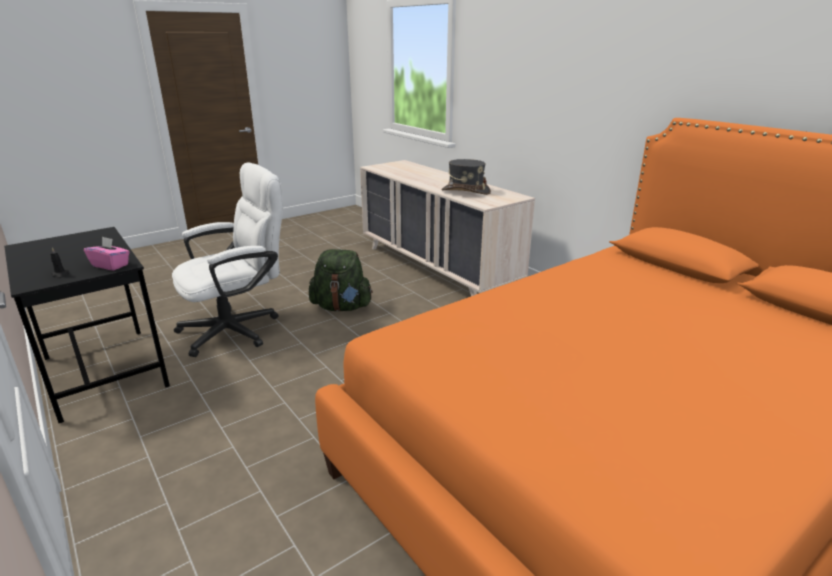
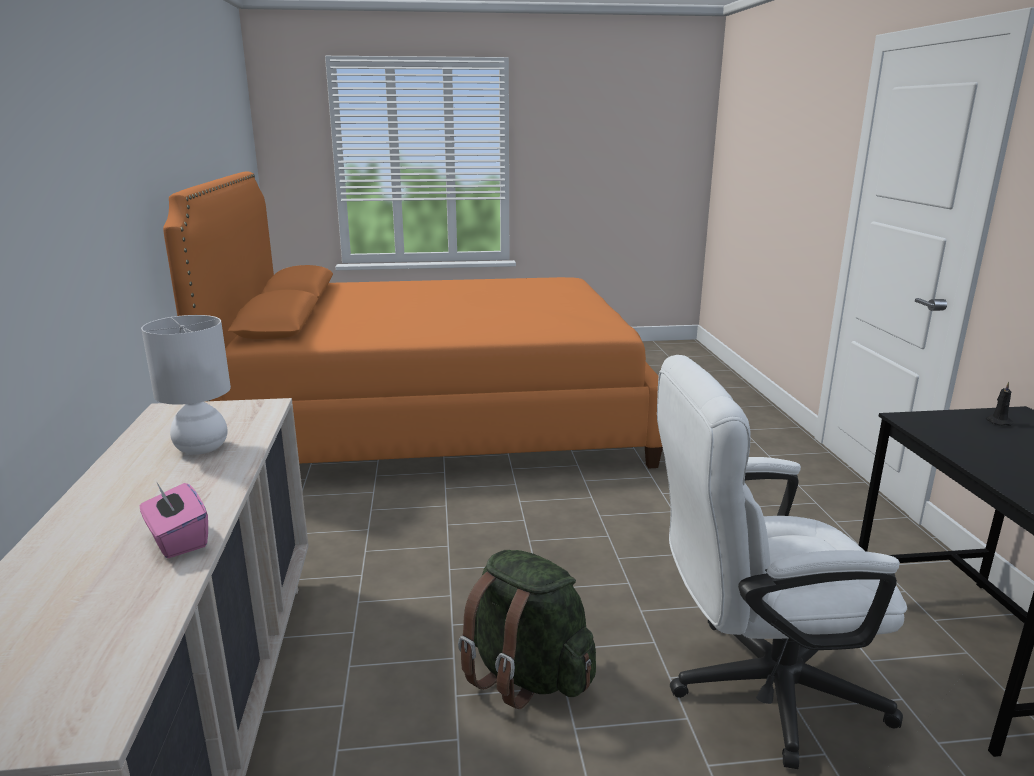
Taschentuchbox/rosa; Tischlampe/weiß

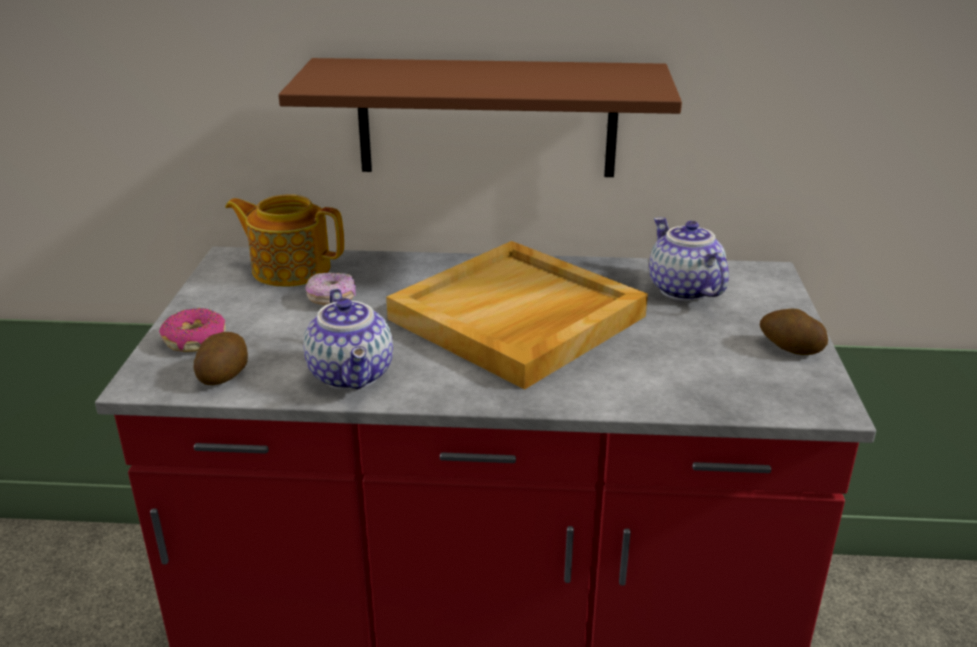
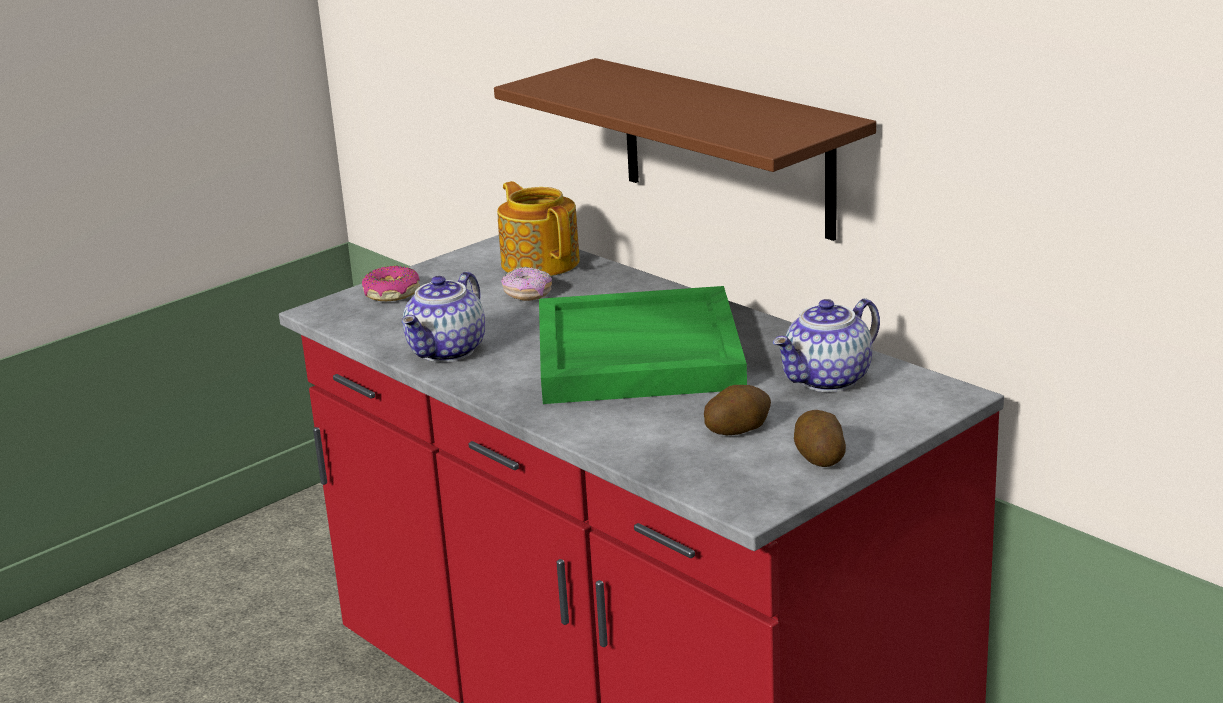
Kartoffel (1st from left); Tablett/grün; Teekanne (3rd from left)

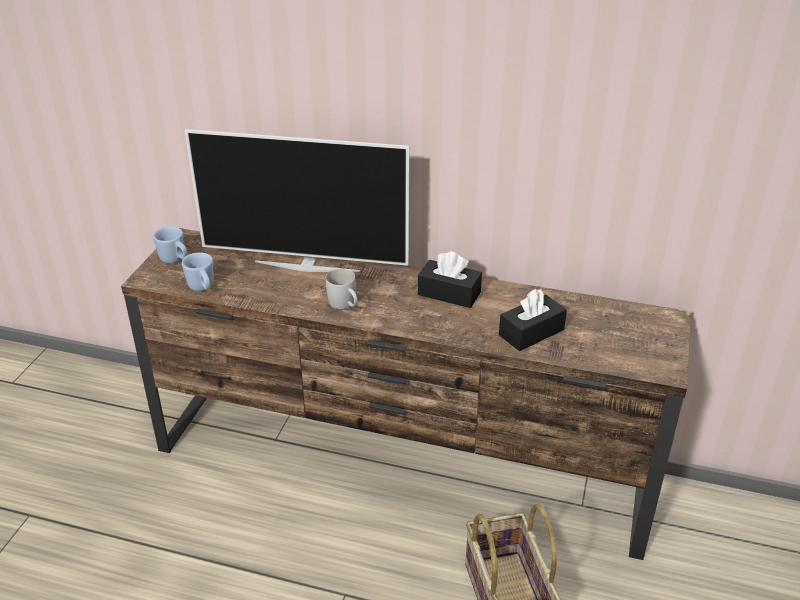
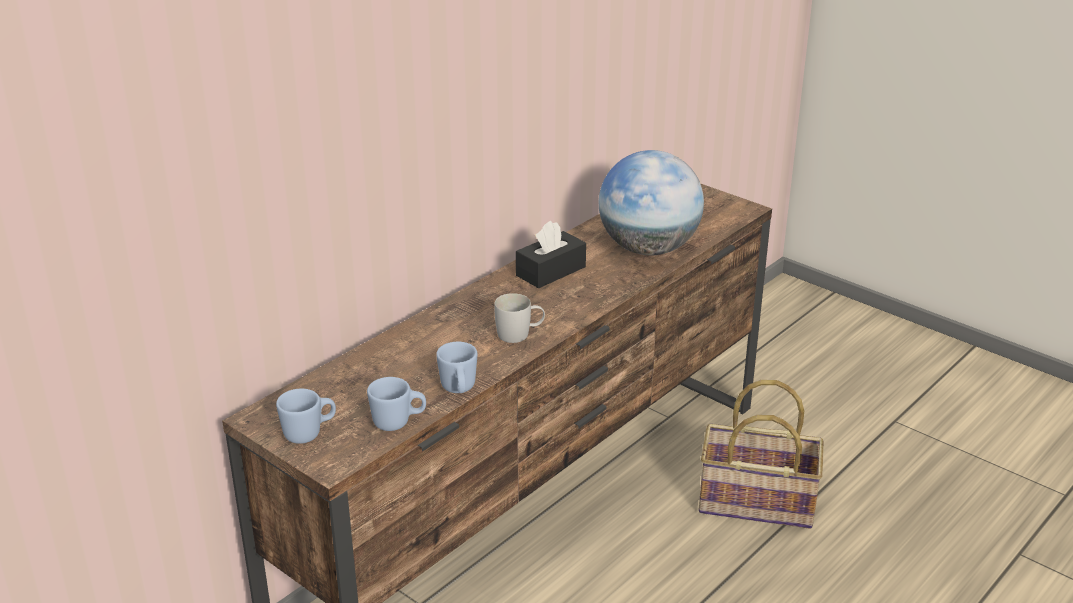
Fernseher; Henkelbecher/blau (3rd from left); Globus

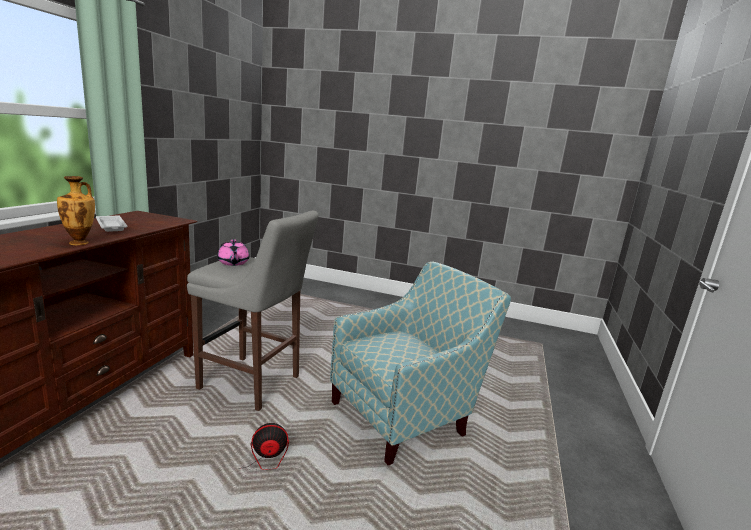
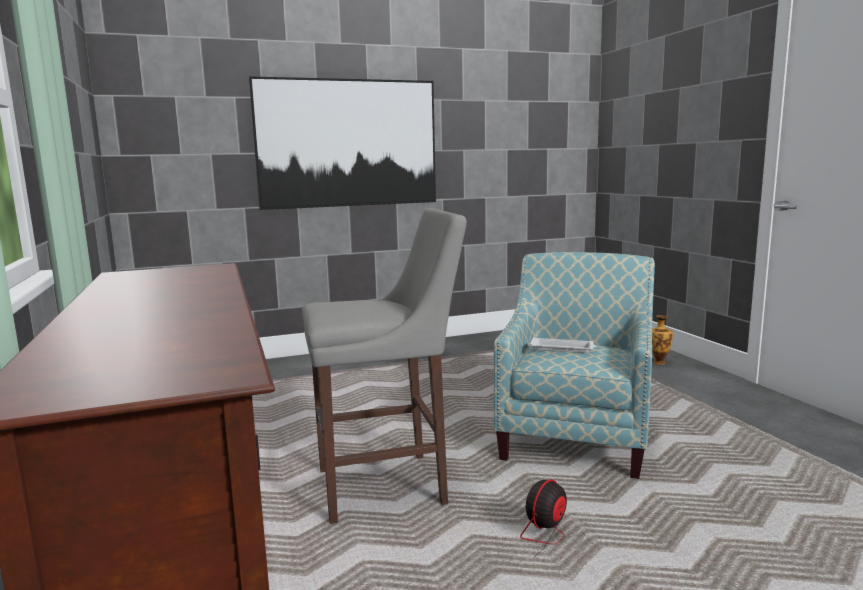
Teekanne/rosa; Bild; Vase; Tablett/weiß

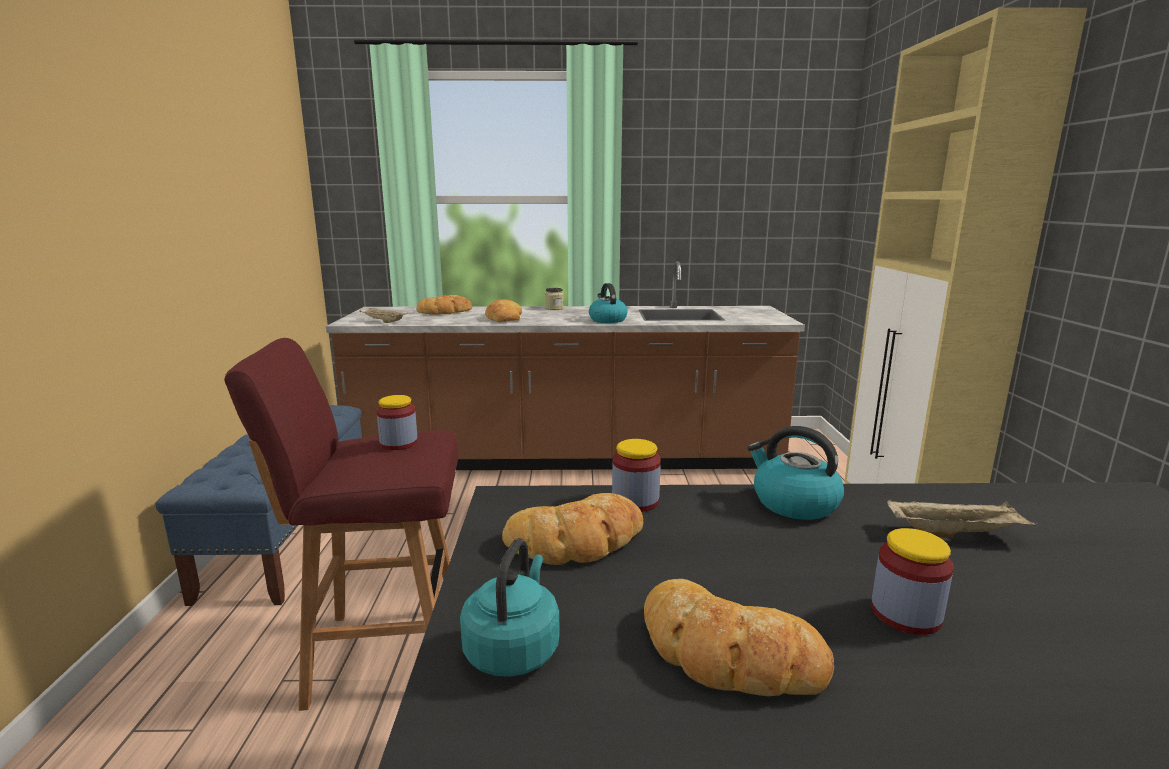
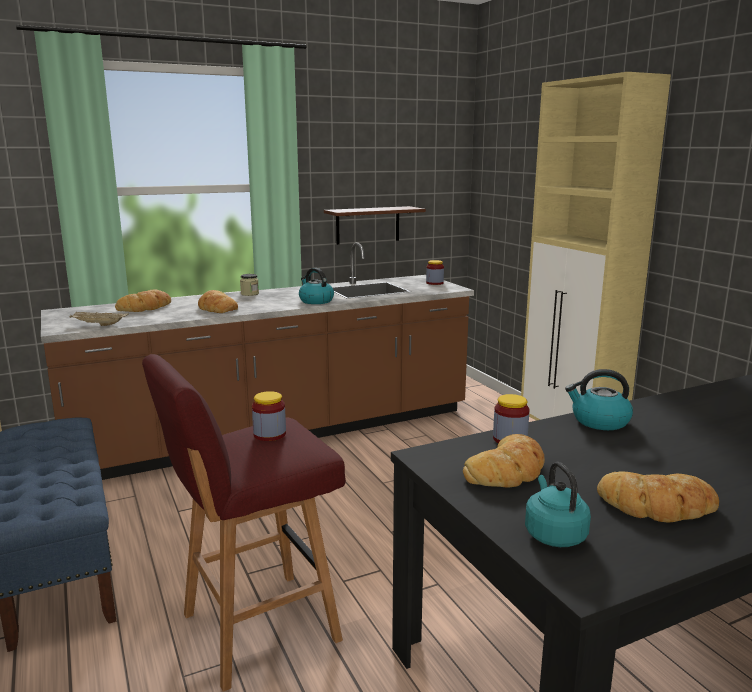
Tablett/beige (2nd from left in the first image); Wandregal; Vorratsglas (3rd from left)

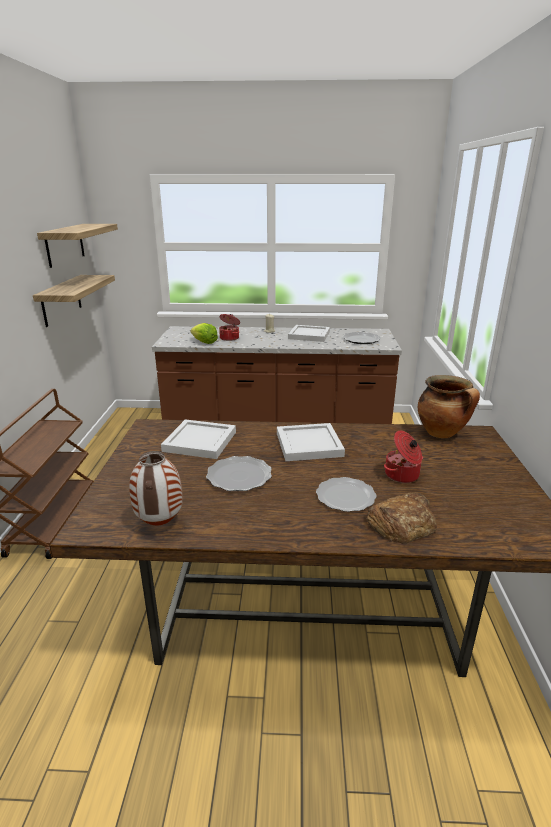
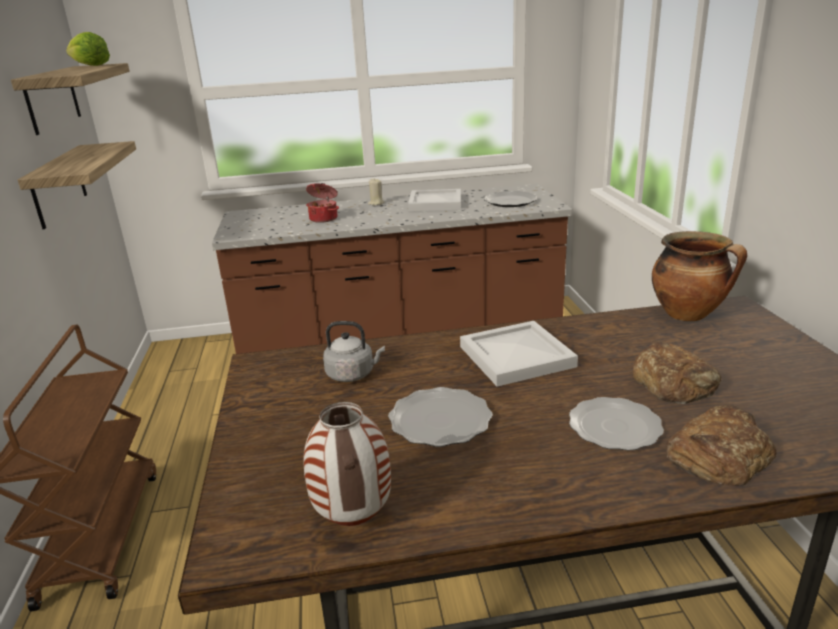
Salatkopf; Wasserkessel/grau; Brot (1st from left)

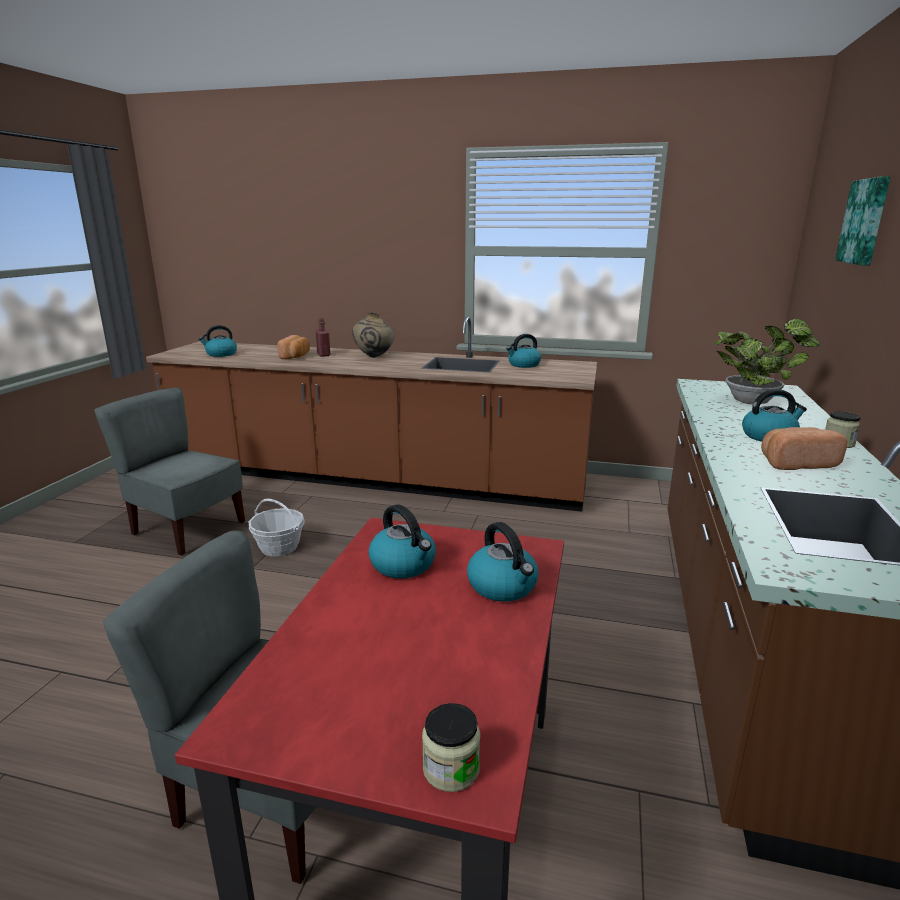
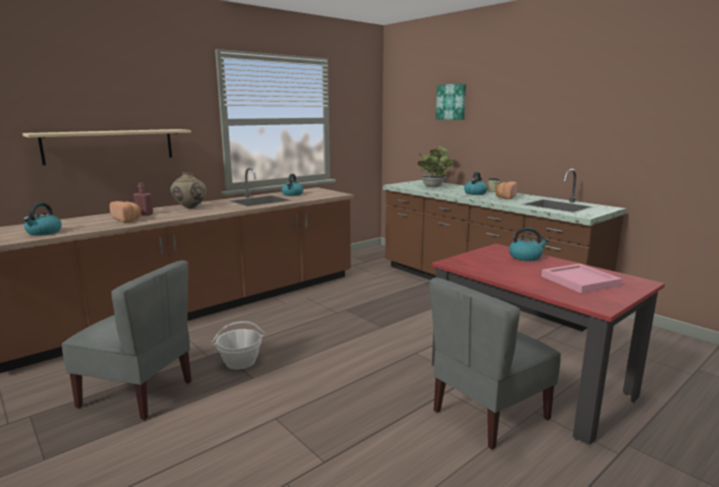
Wasserkessel (2nd from left in the first image); Vorratsglas (1st from left in the first image); Wandregal/beige; Tablett/rosa; Stuhl/grau (1st from left)

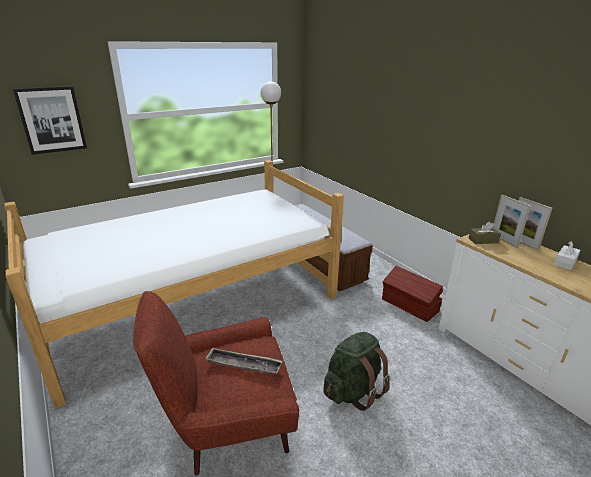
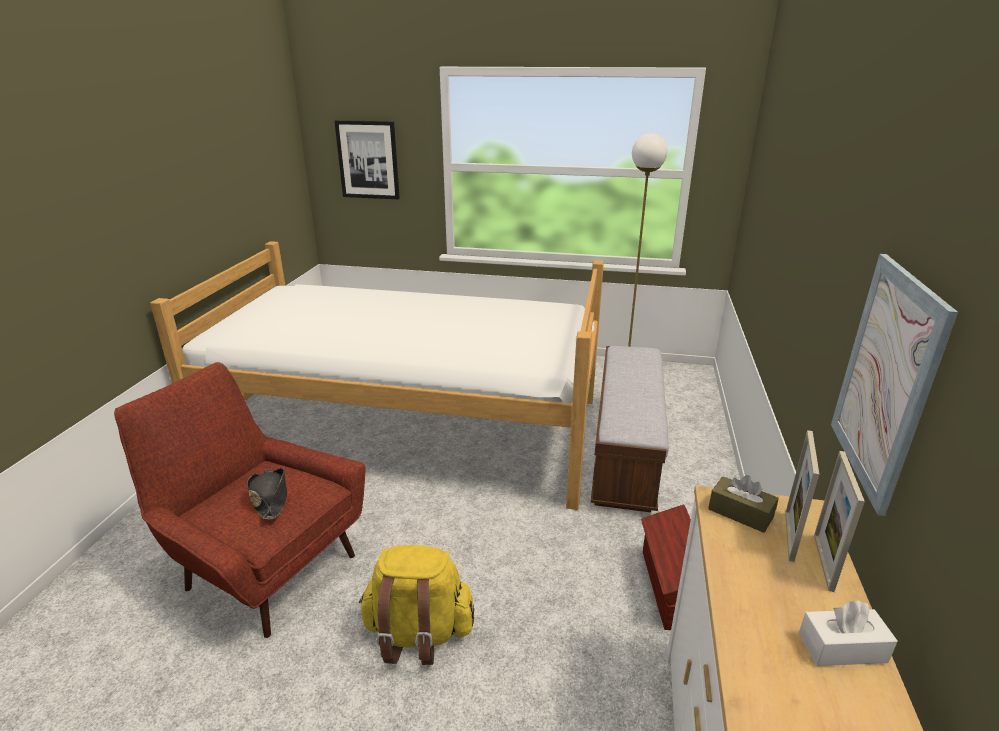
Bild (2nd from left); Hut/schwarz; Rucksack/gelb

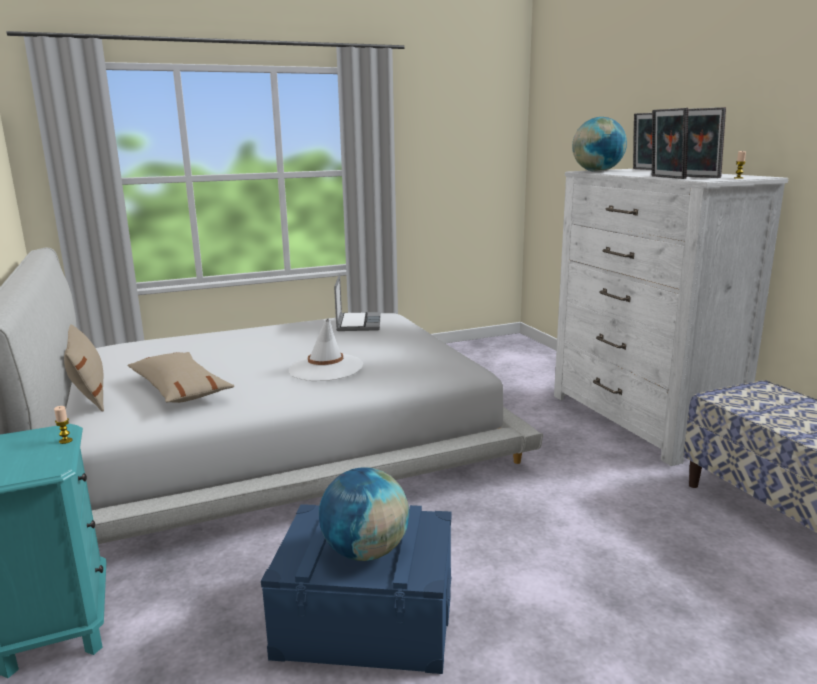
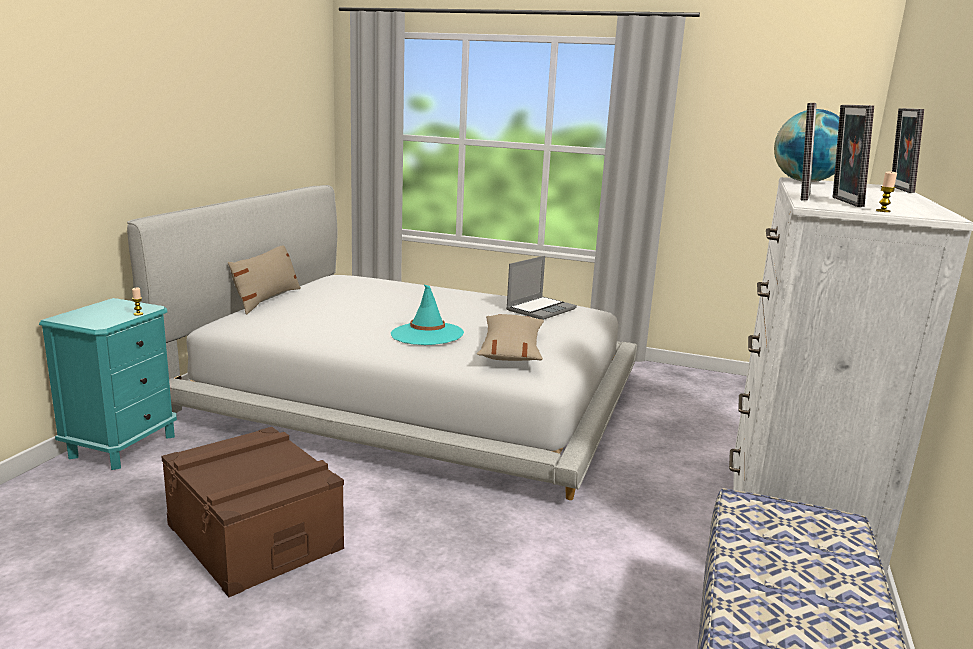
Globus (1st from left in the first image); Kissen/beige (2nd from left); Aufbewahrungsbox/braun; Hut/türkis

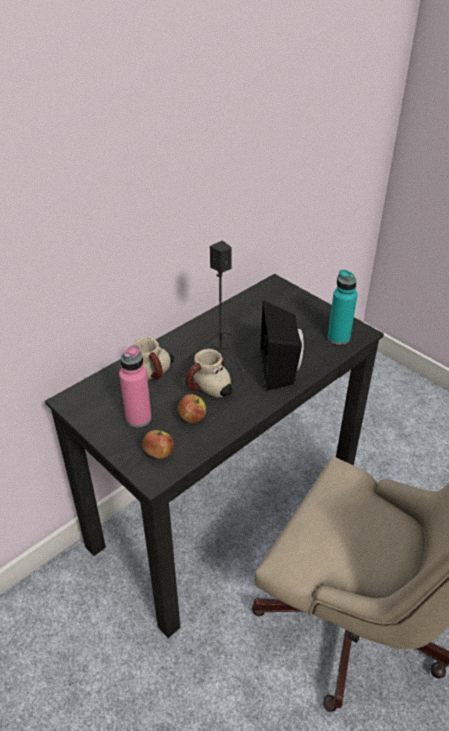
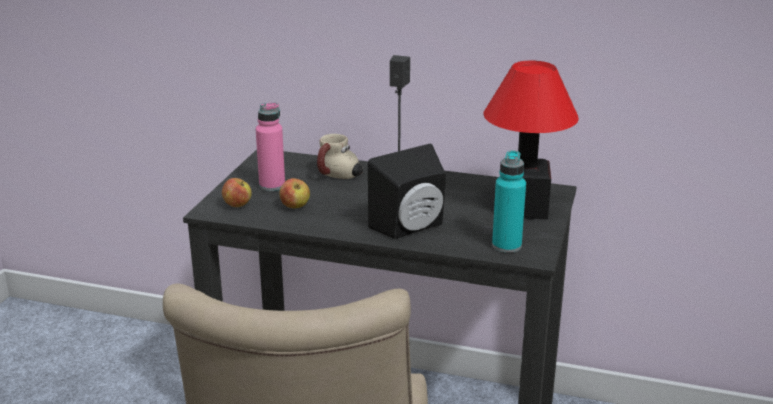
Henkelbecher (2nd from left in the first image); Tischlampe

